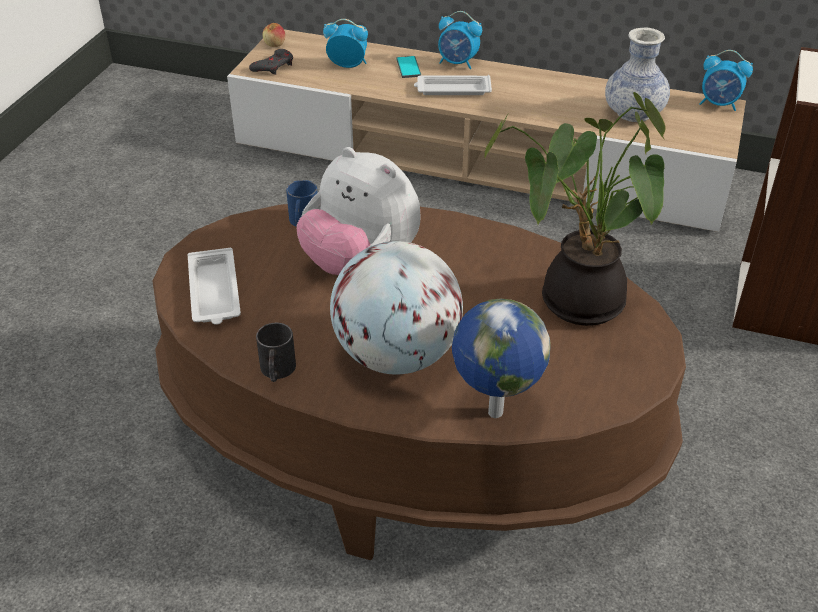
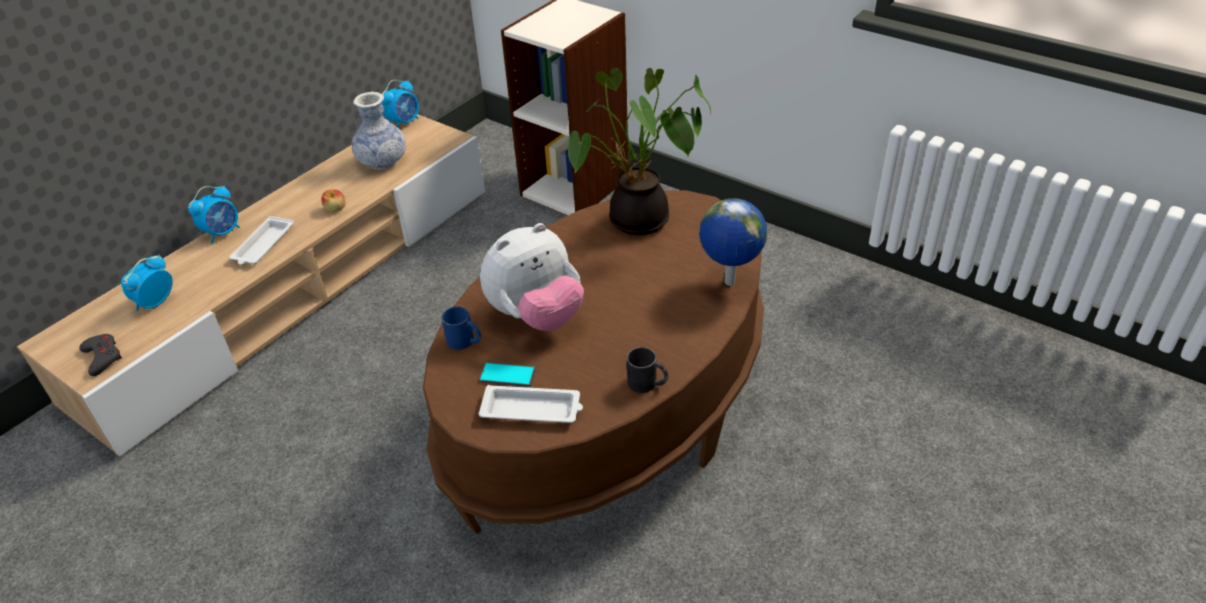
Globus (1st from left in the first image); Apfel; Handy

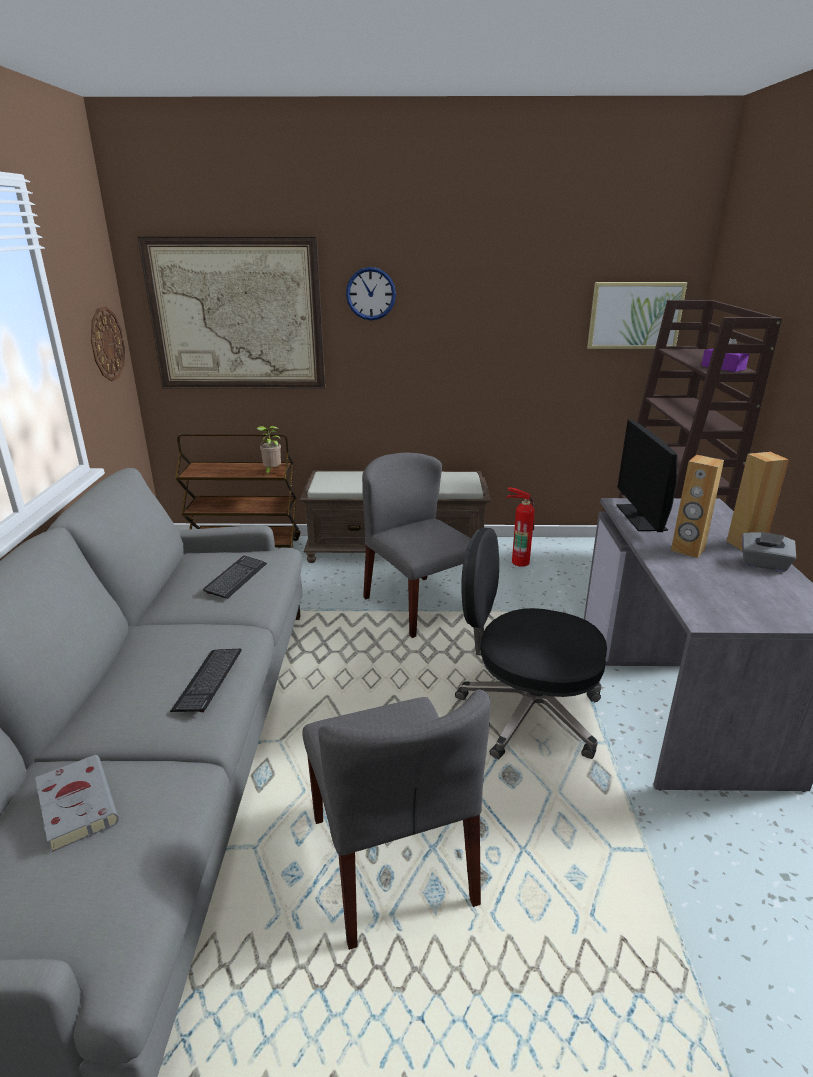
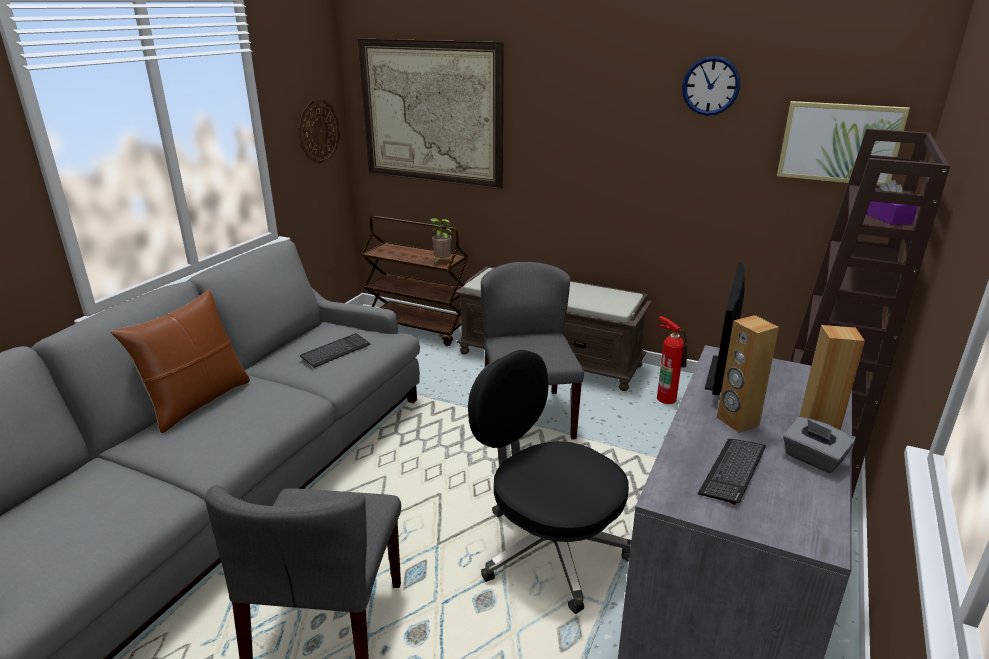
Buch/grau; Kissen/braun; Tastatur (2nd from left); Wanduhr (2nd from left)

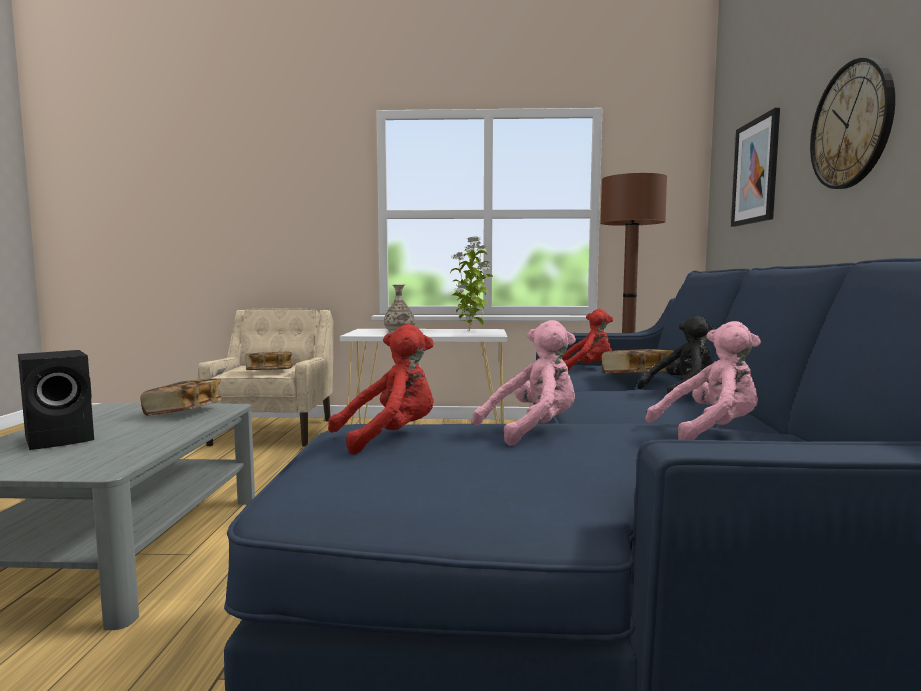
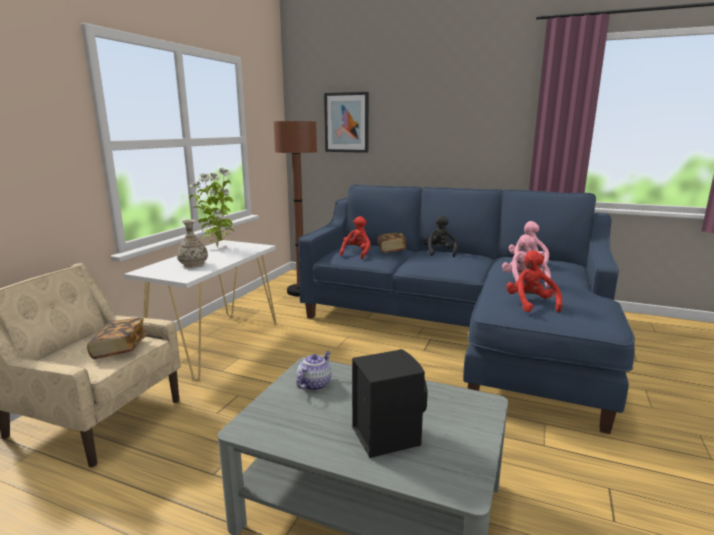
Wanduhr; Teekanne

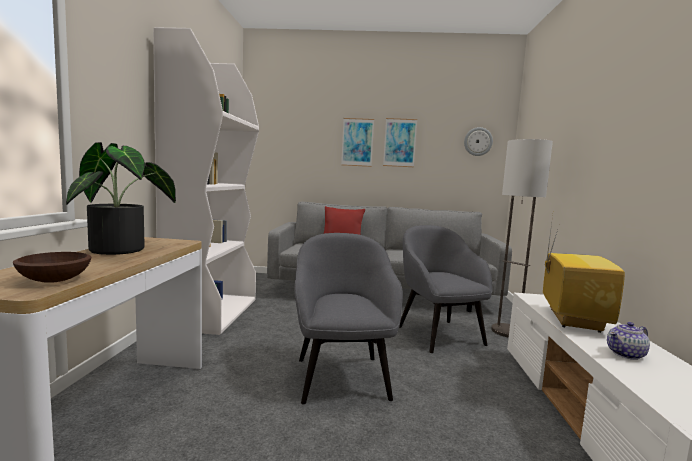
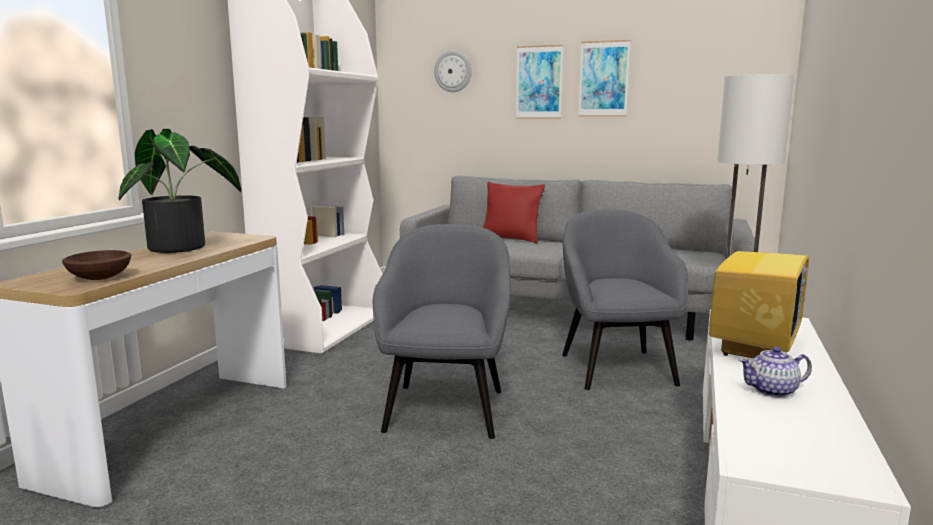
Wanduhr

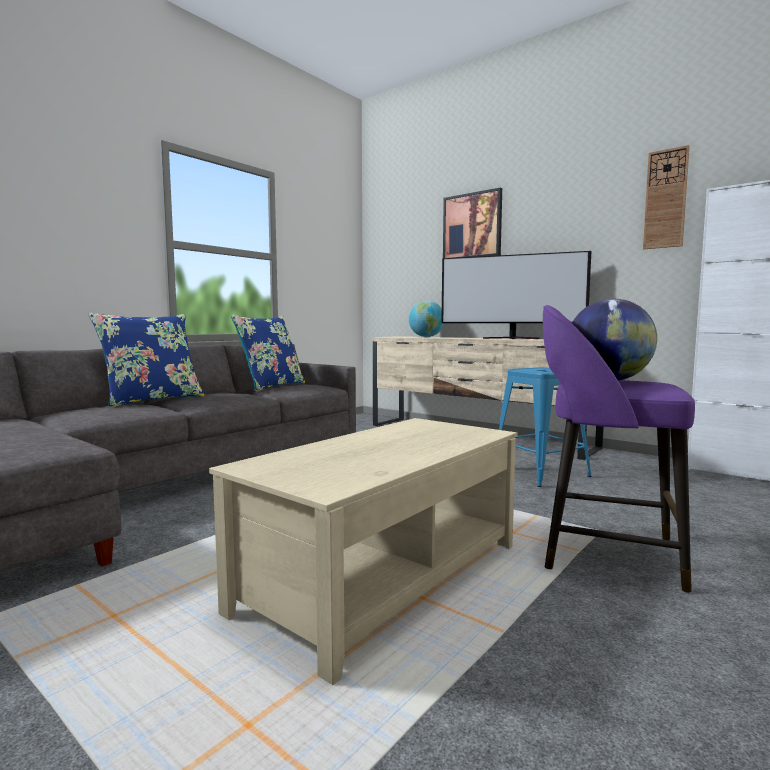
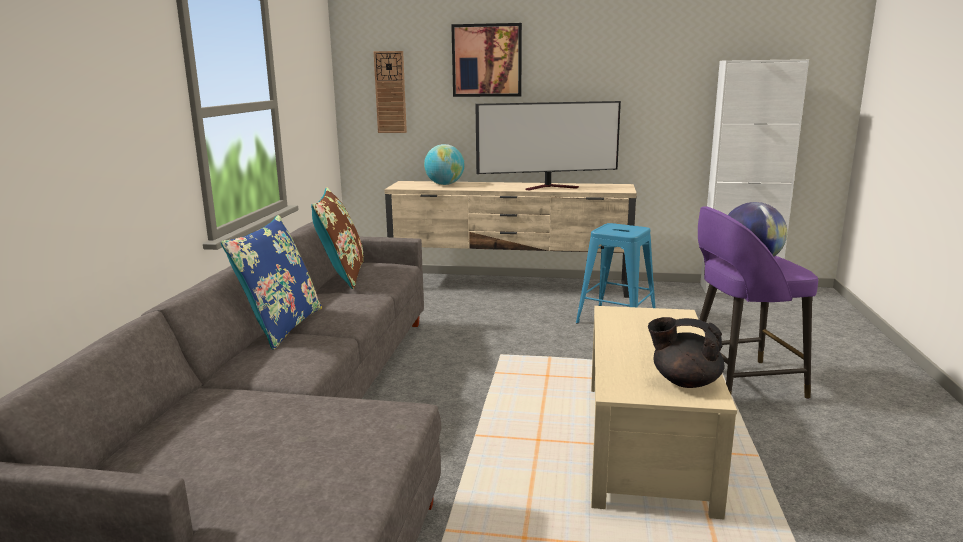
Teekanne/schwarz; Wanduhr; Kissen/braun

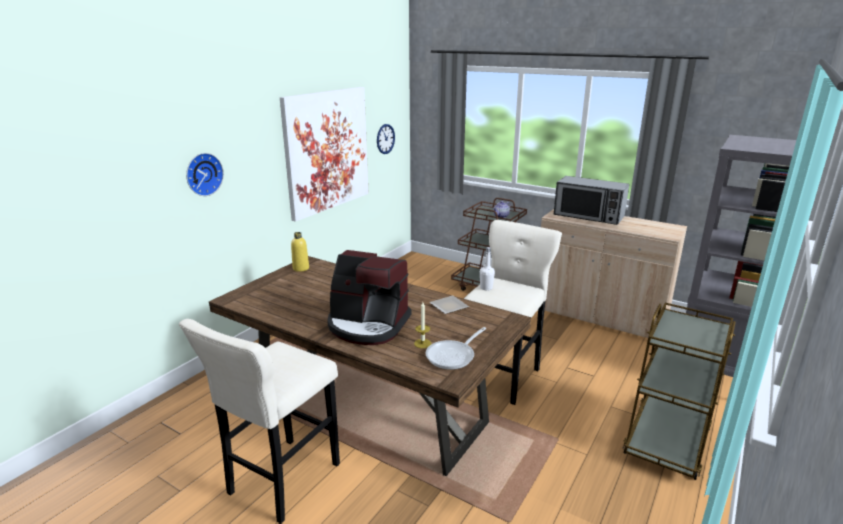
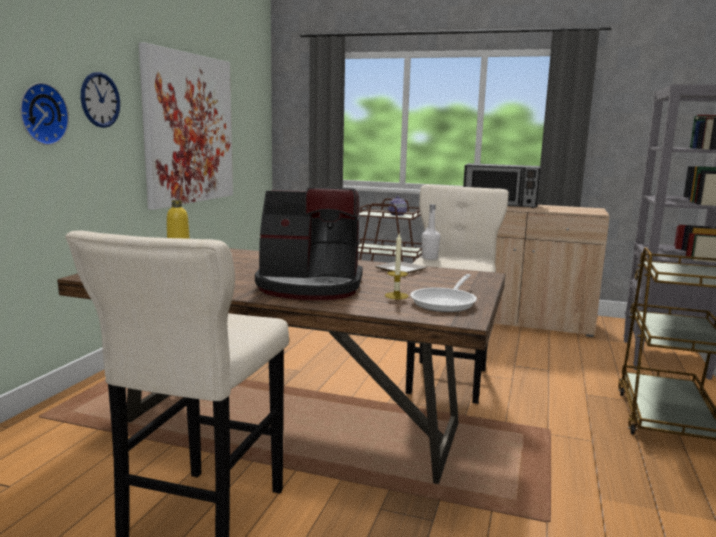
Wanduhr (2nd from left)

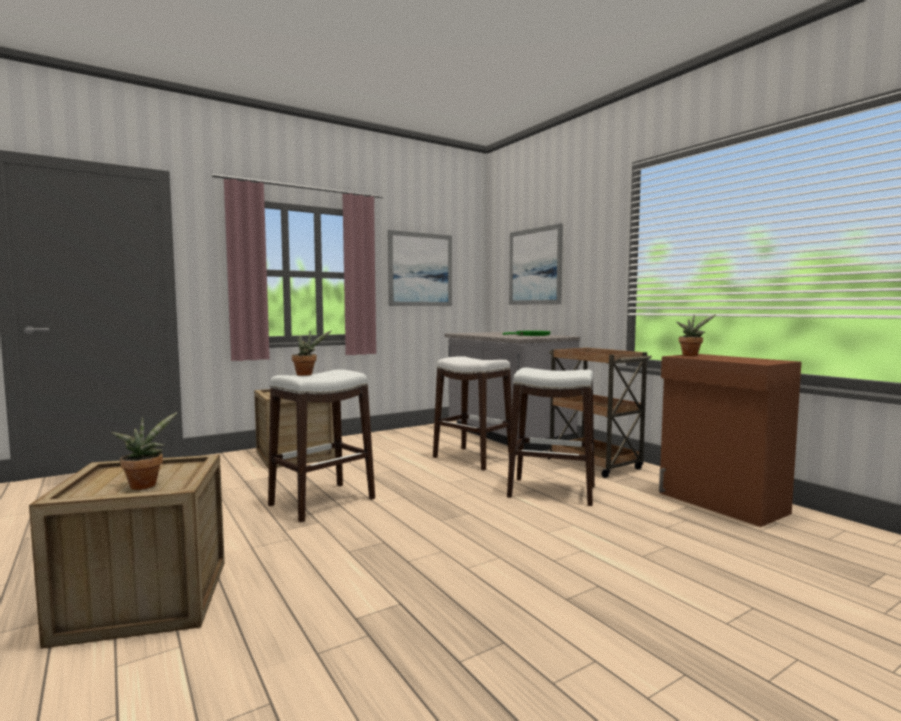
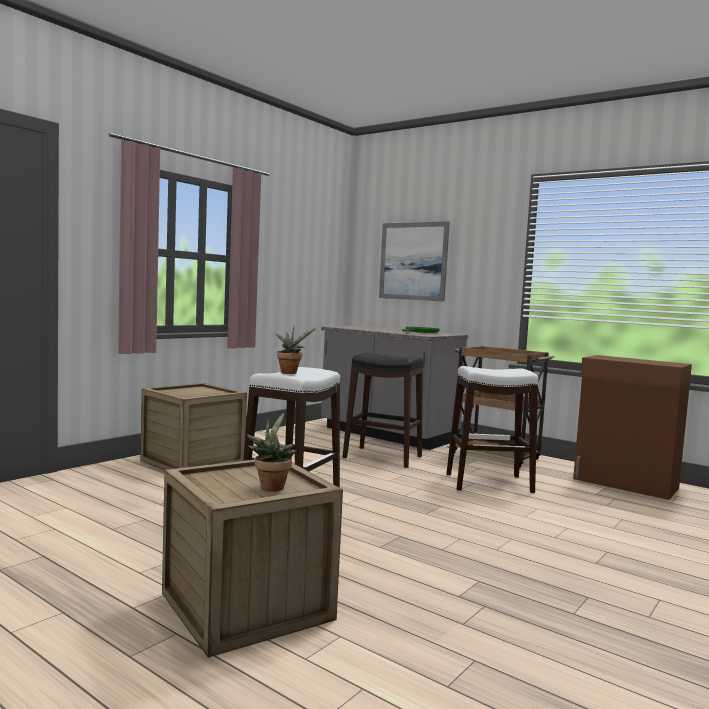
Bild (1st from left in the first image); Topfpflanze (3rd from left in the first image); Hocker/schwarz

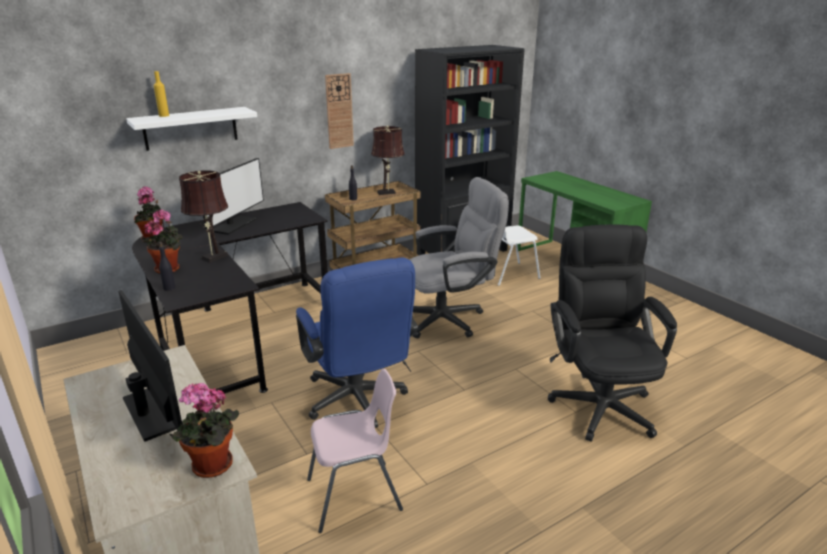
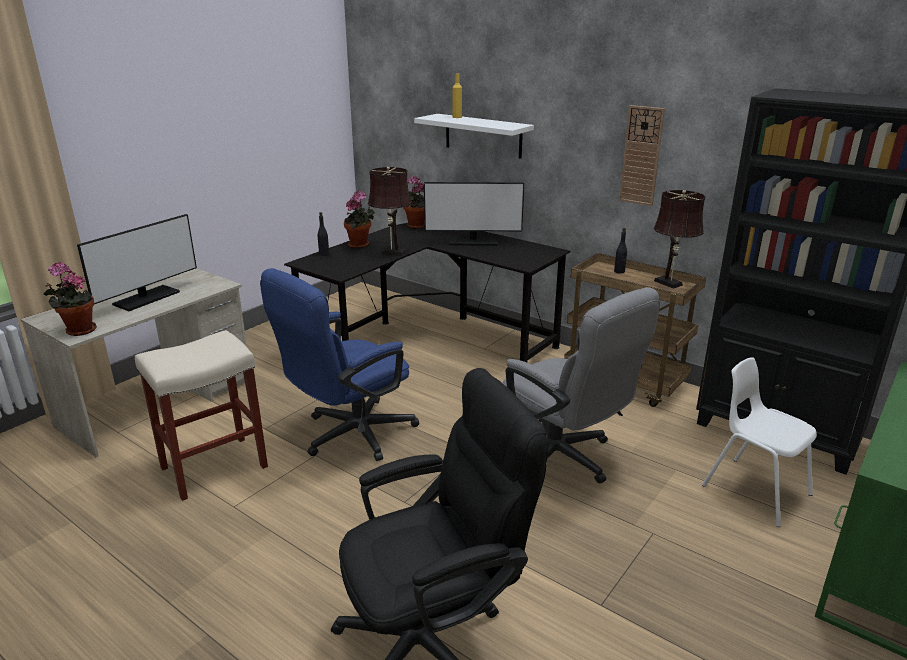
Hocker/beige

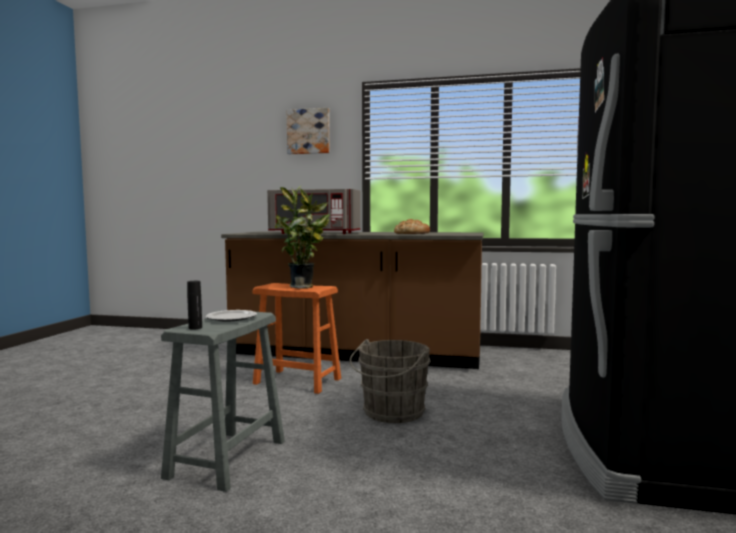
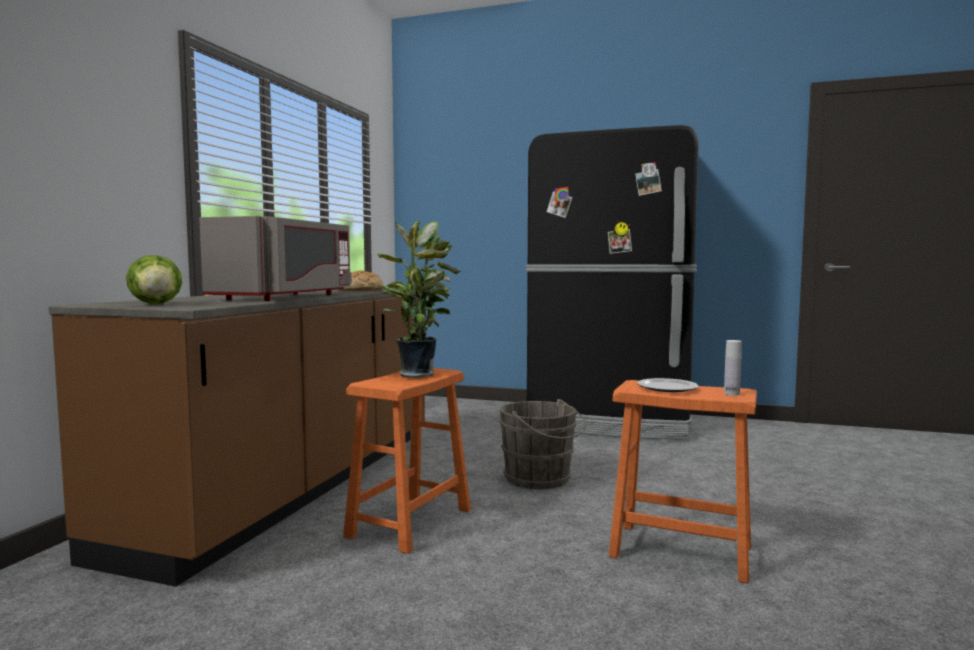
Bild; Salatkopf; Hocker/orange (2nd from left); Flasche/weiß

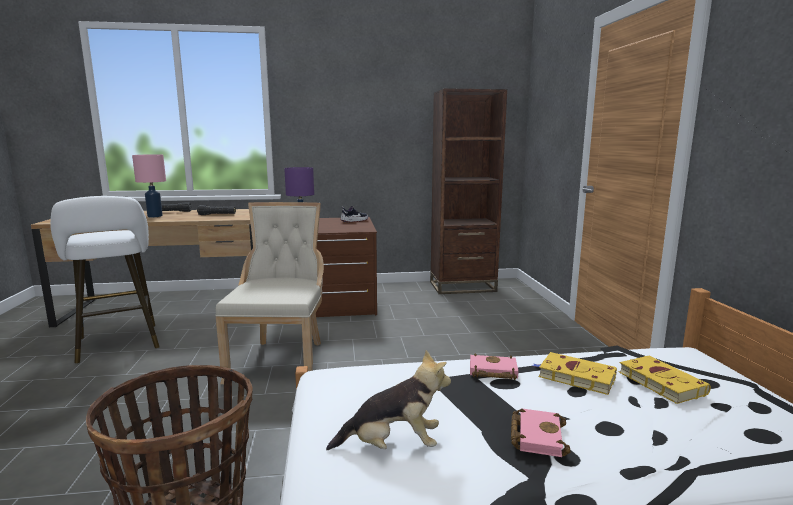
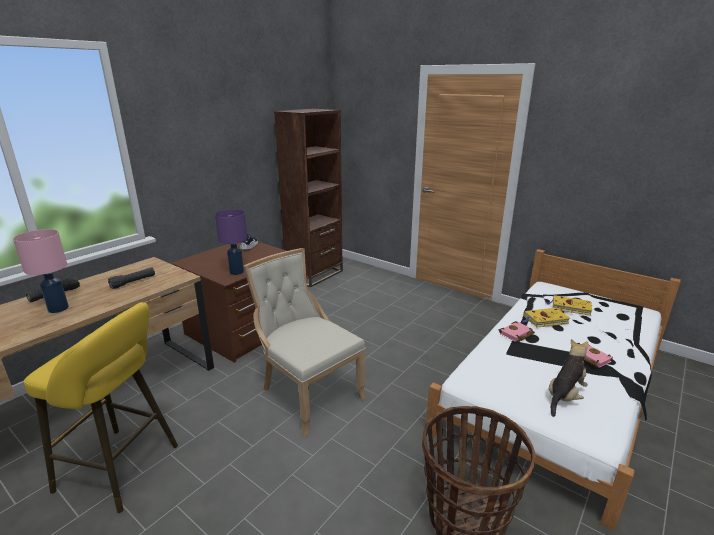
Hocker/gelb

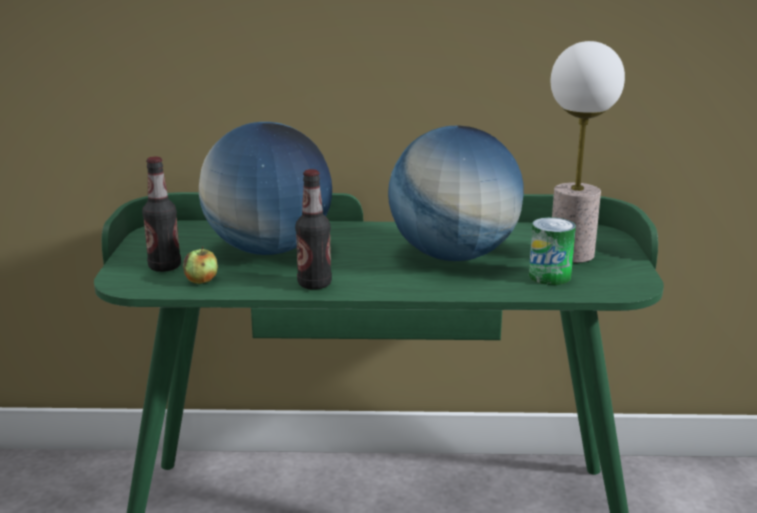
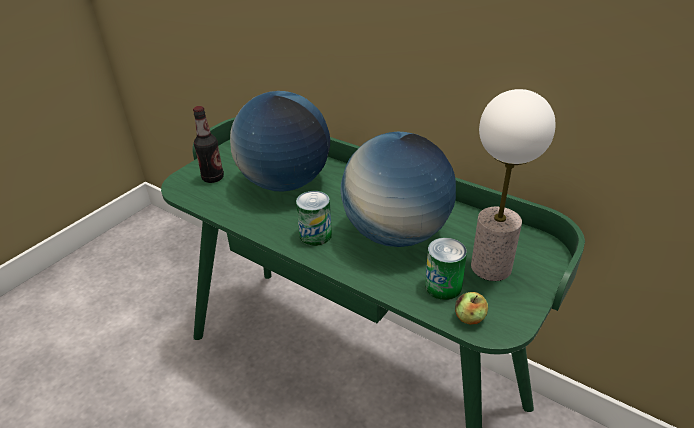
Flasche (2nd from left in the first image); Dose (1st from left); Apfel

